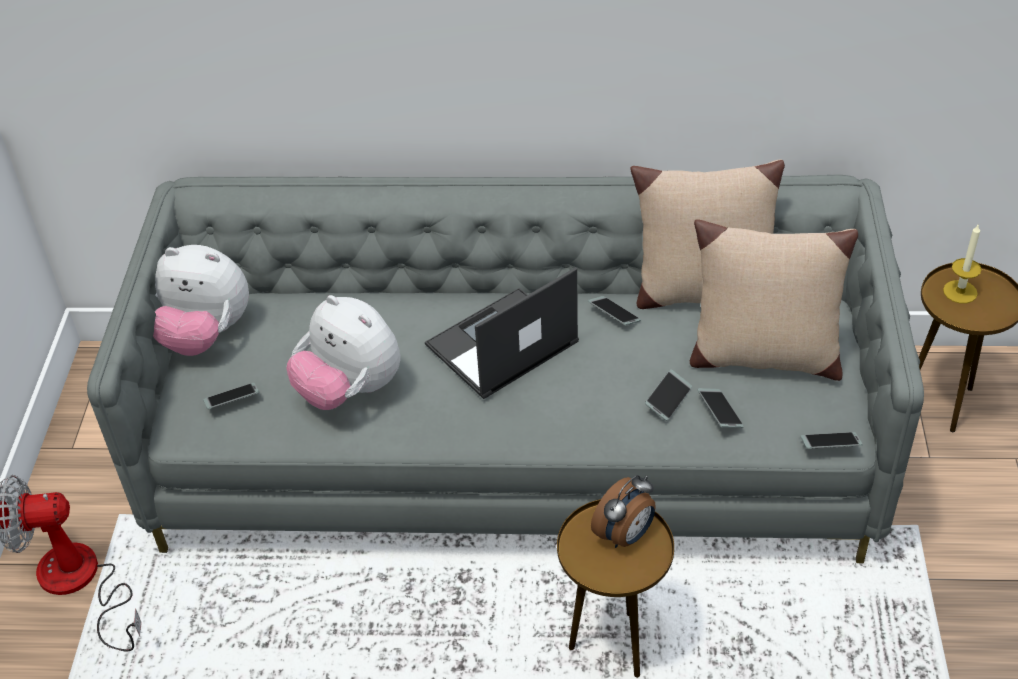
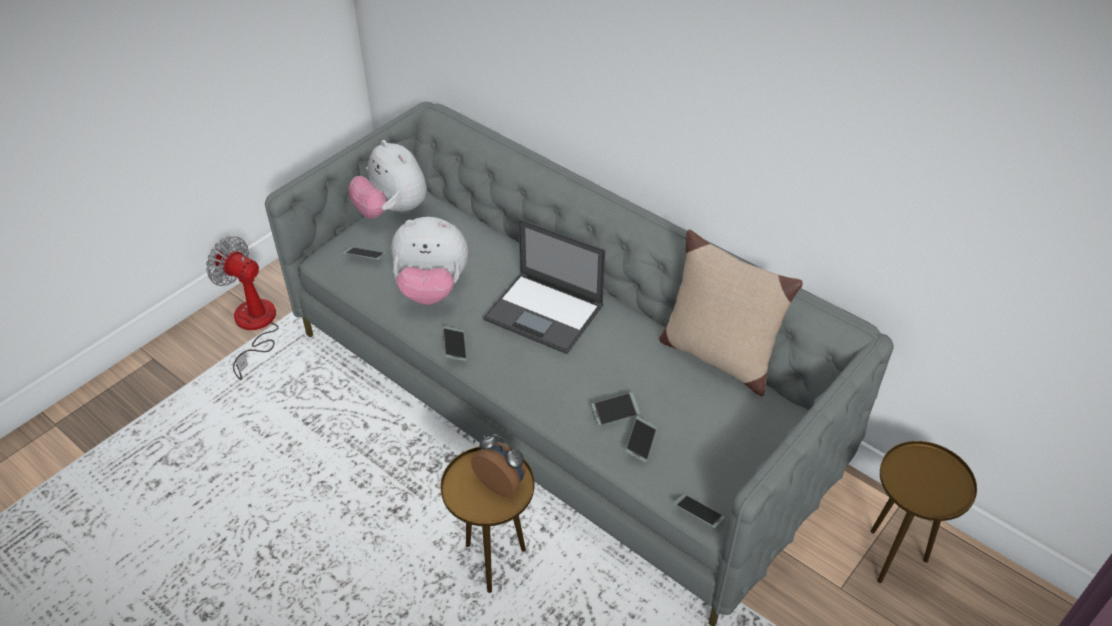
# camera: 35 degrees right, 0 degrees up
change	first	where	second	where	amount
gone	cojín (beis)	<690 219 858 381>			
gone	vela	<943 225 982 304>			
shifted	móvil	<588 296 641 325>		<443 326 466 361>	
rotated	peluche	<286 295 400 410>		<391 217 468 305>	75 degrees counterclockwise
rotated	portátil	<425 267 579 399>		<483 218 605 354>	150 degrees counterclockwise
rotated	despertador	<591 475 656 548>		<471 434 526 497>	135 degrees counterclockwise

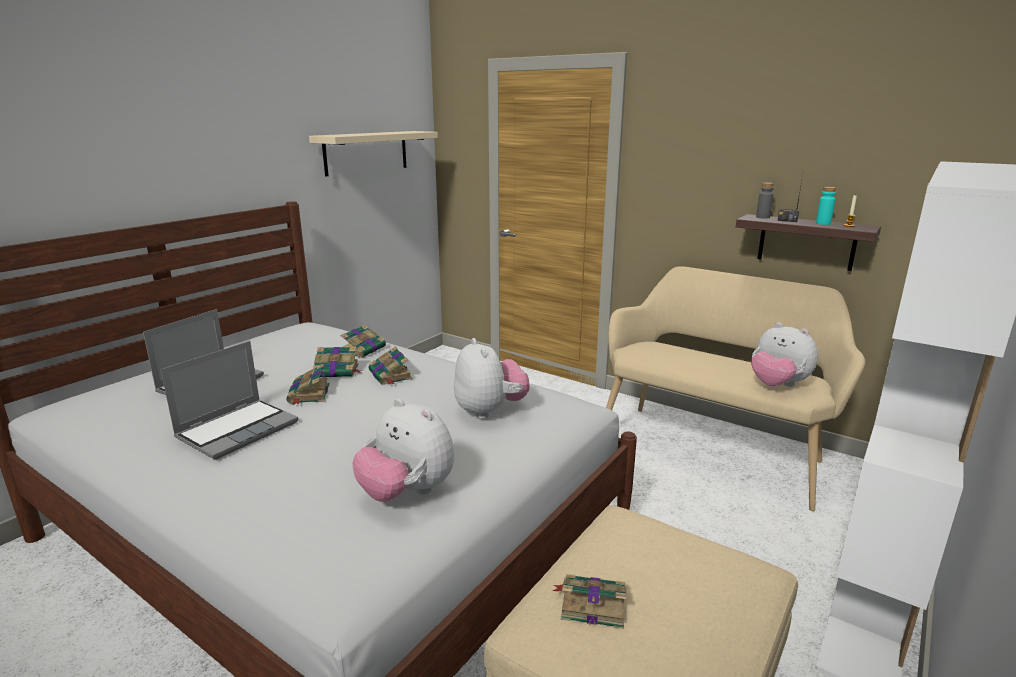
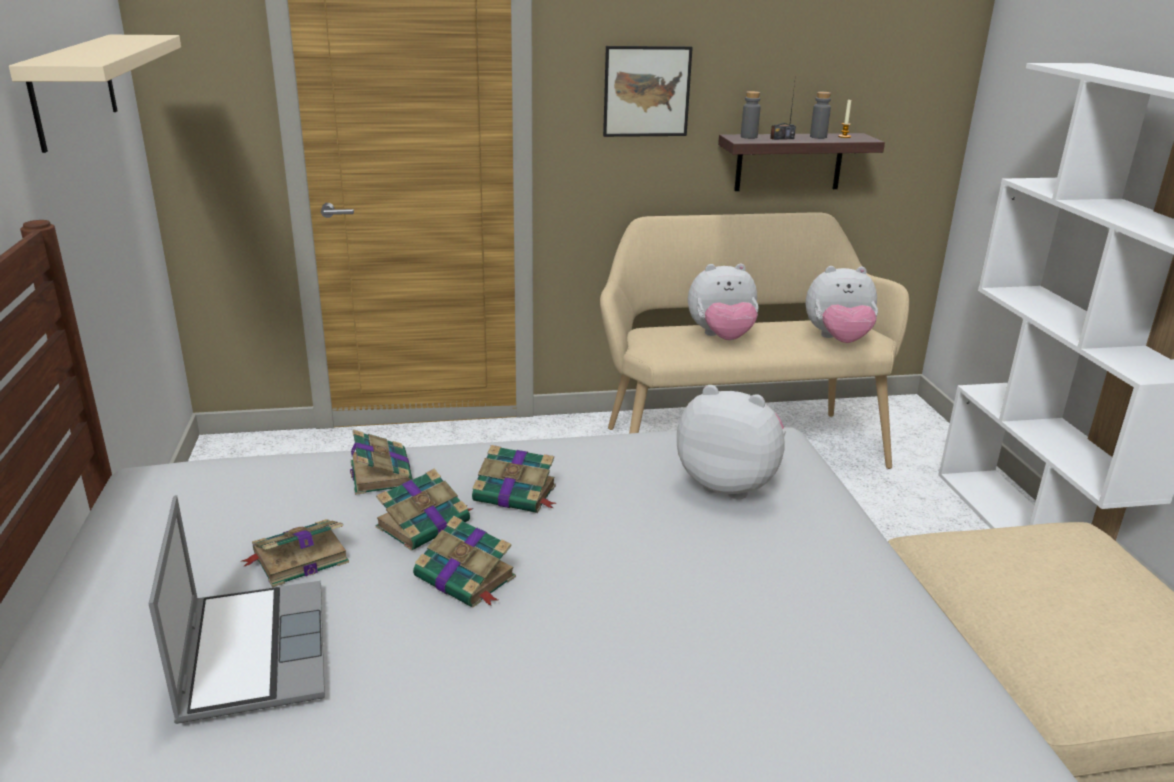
# camera: 45 degrees left, 5 degrees up
change	first	where	second	where	amount
gone	portátil	<160 341 298 460>			
new			cuadro	<603 46 693 137>	
shifted	peluche	<353 398 455 502>		<688 263 759 340>	
shifted	libro	<553 574 626 629>		<241 519 349 587>	
repainted	botella (turquesa)	<816 187 836 225>	botella (gris)	<810 92 831 139>	

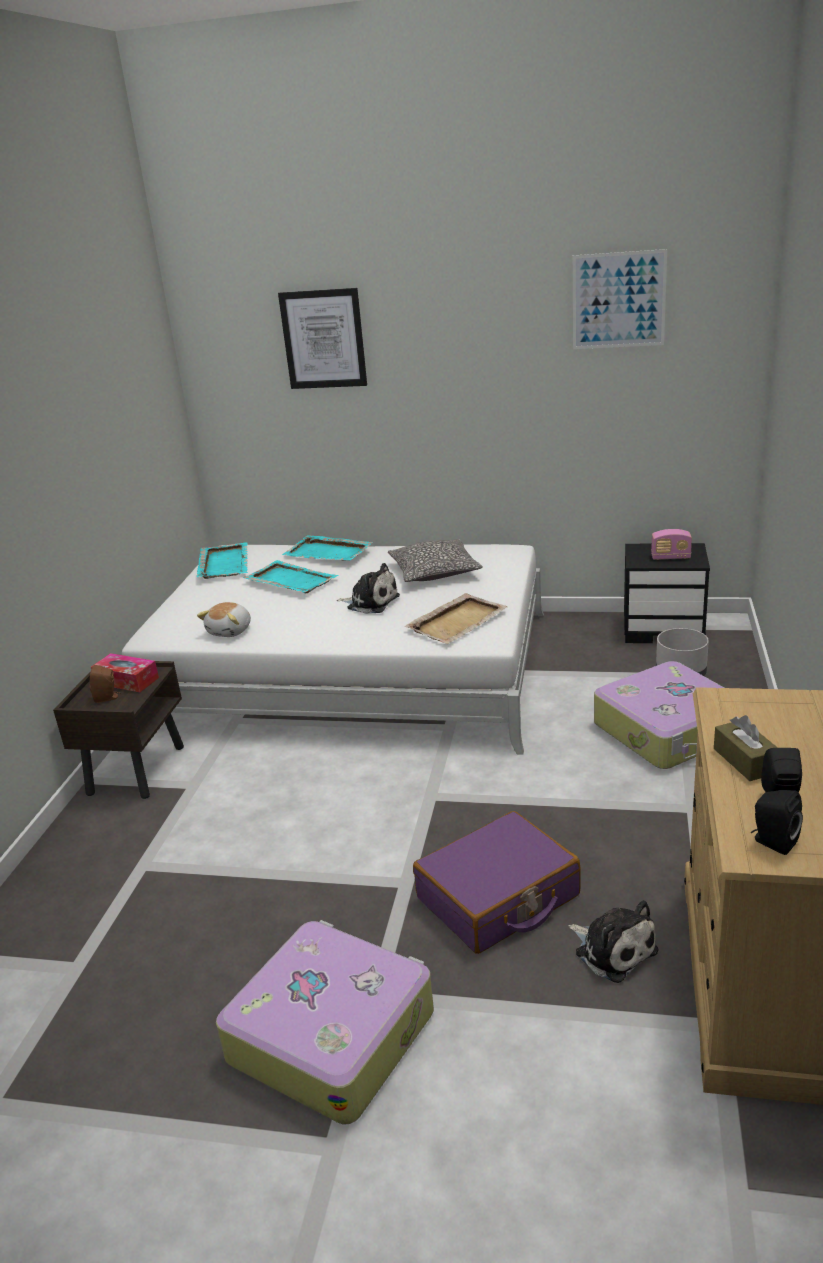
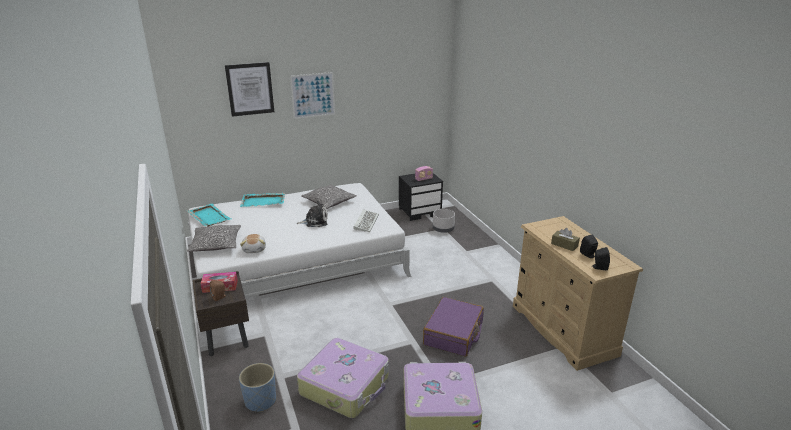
# camera: 35 degrees left, 0 degrees up
change	first	where	second	where	amount
gone	bandeja (turquesa)	<243 560 339 593>			
gone	peluche	<568 900 658 983>			
new			cojín	<187 225 241 252>	
new			maceta (azul)	<239 363 276 413>	
shifted	cuadro	<573 249 667 349>		<290 72 335 119>	
shifted	maleta	<594 661 724 769>		<297 338 389 418>	
swapped	bandeja (beis)	<405 593 508 644>	teclado	<353 209 379 232>	

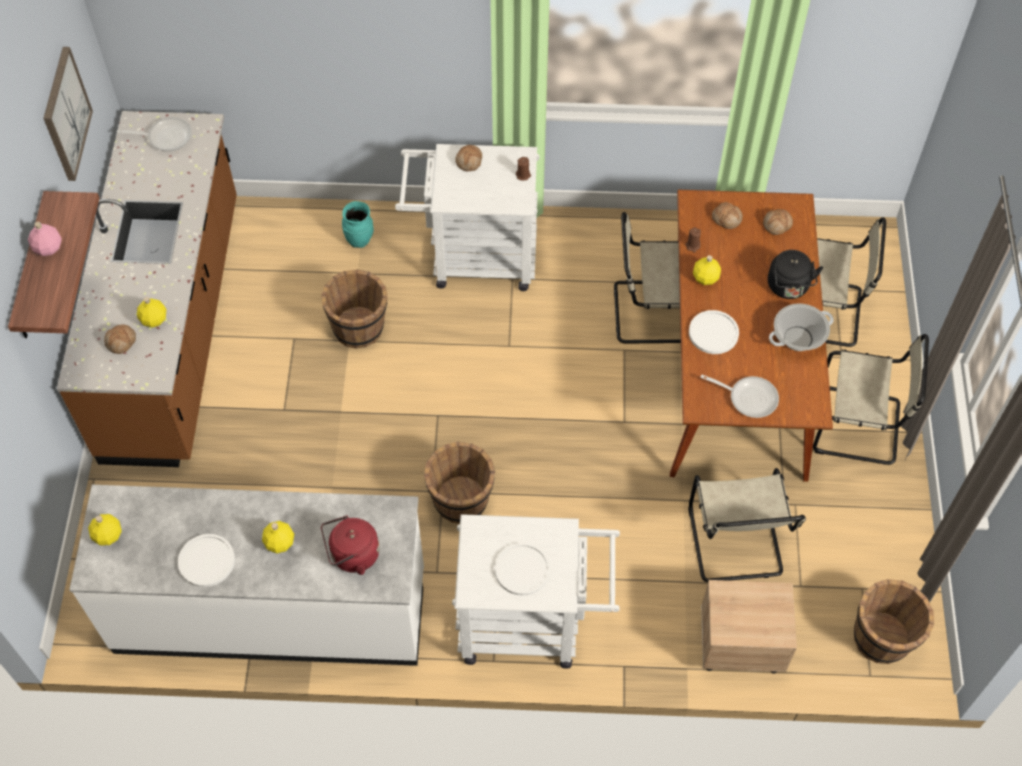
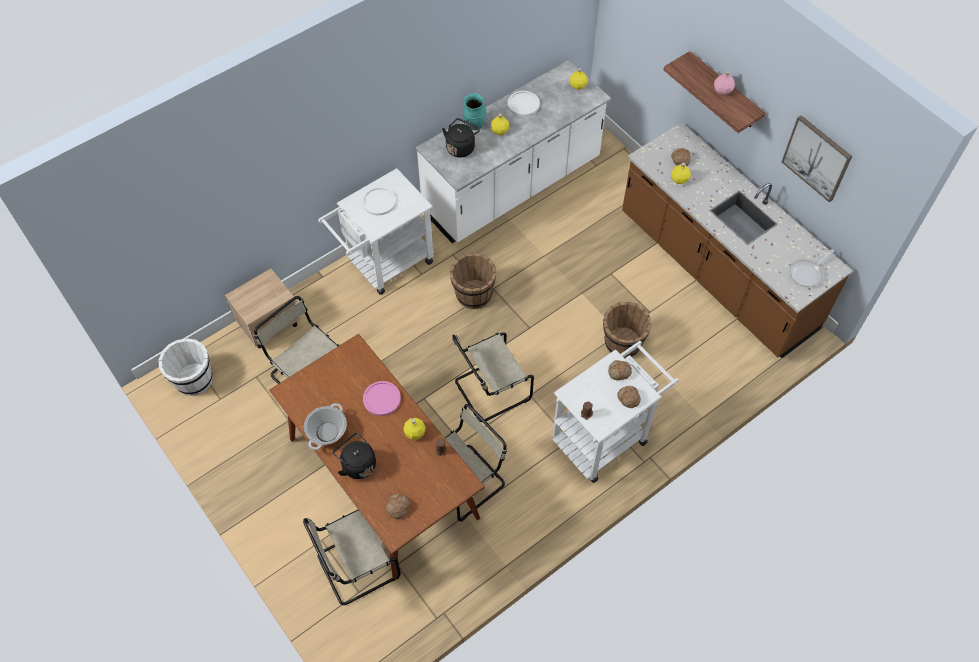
# camera: 140 degrees right, 0 degrees up
change	first	where	second	where	amount
gone	sartén	<700 375 779 418>			
shifted	florero (turquesa)	<342 201 374 248>		<463 93 486 130>	
shifted	pan	<712 202 743 229>		<608 360 632 380>	
shifted	silla (beis)	<813 334 929 465>		<452 332 534 422>	
repainted	hervidor (rojo)	<321 516 380 575>	hervidor (negro)	<442 118 480 157>	
repainted	plato (blanco)	<689 310 739 354>	plato (rosa)	<363 381 401 416>	
repainted	cubo (marrón)	<854 579 934 664>	cubo (blanco)	<159 338 213 396>	

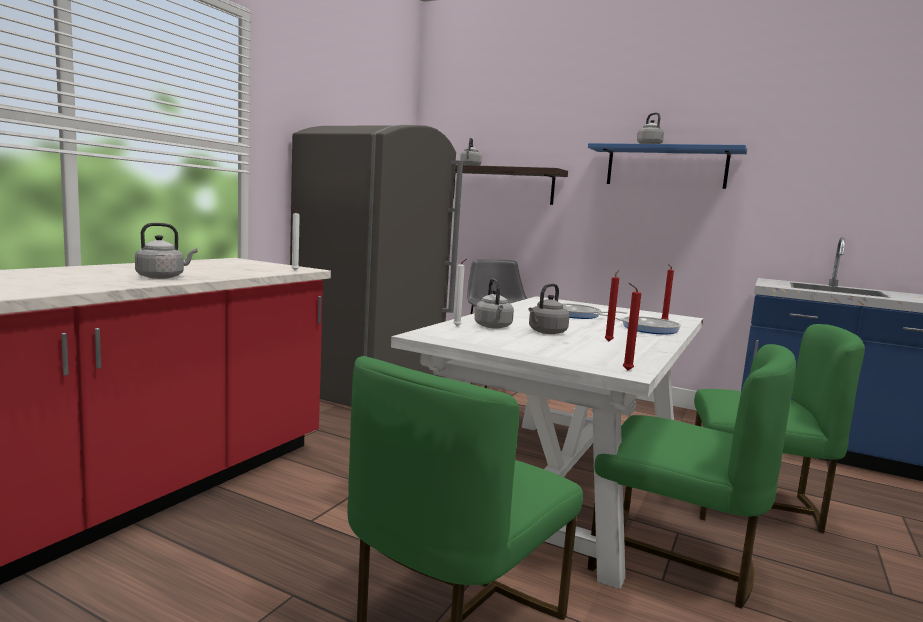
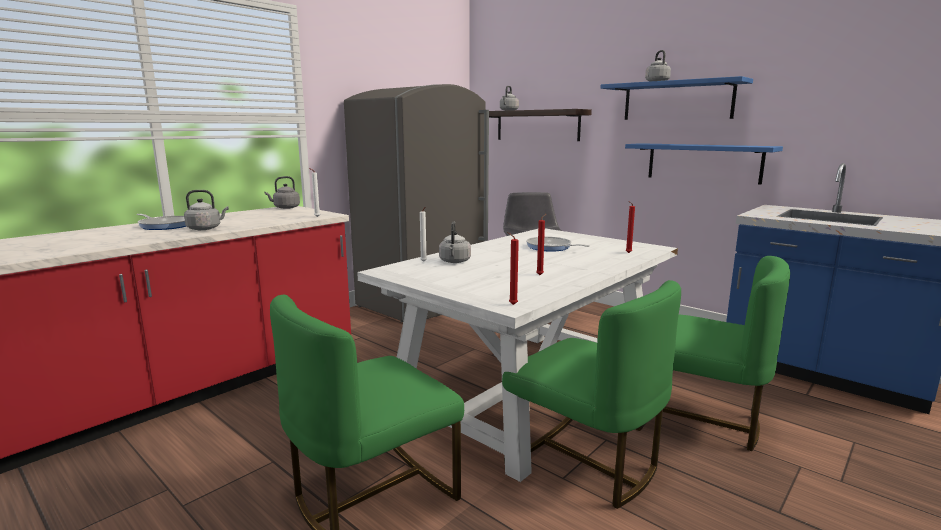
# camera: 15 degrees right, 5 degrees up
change	first	where	second	where	amount
new			estante (azul)	<625 143 783 185>	
shifted	hervidor (gris)	<528 283 570 334>		<264 176 300 209>	
shifted	sartén	<593 313 681 334>		<137 214 186 230>	

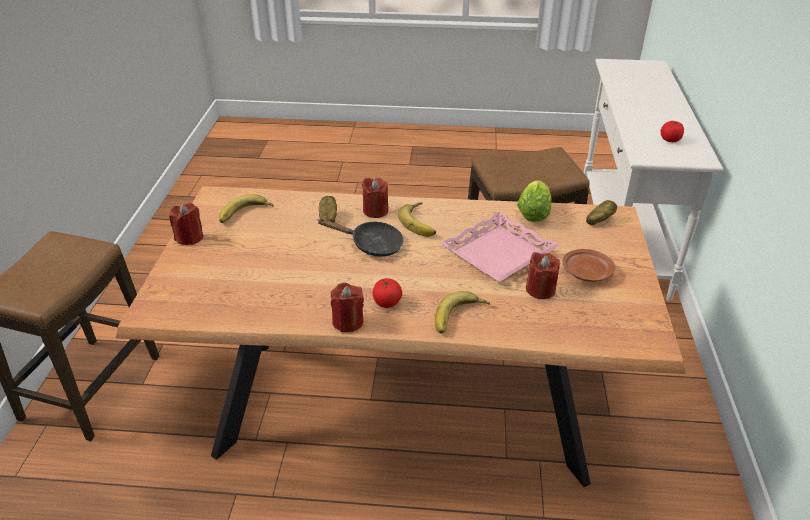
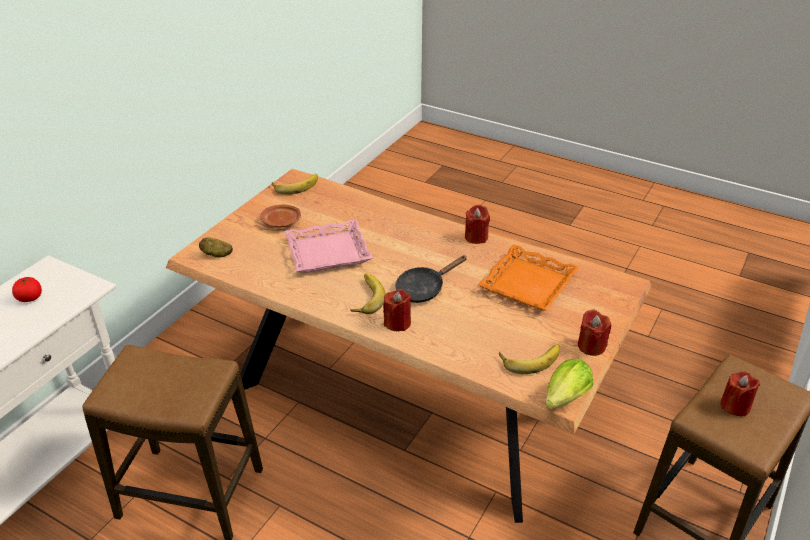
# camera: 155 degrees left, 0 degrees up
change	first	where	second	where	amount
gone	patata	<319 196 337 223>			
gone	tomate	<373 278 402 308>			
new			bandeja (naranja)	<478 244 579 311>	
shifted	plátano	<435 291 490 334>		<272 174 318 195>	
shifted	lechuga	<517 180 552 222>		<545 359 593 409>	
shifted	vela (rojo)	<526 252 560 299>		<721 371 760 416>	
rotated	sartén (negro)	<317 219 404 257>		<395 255 467 303>	75 degrees counterclockwise

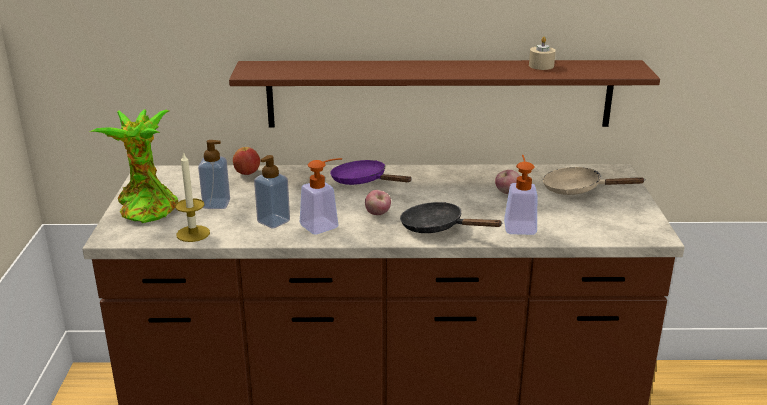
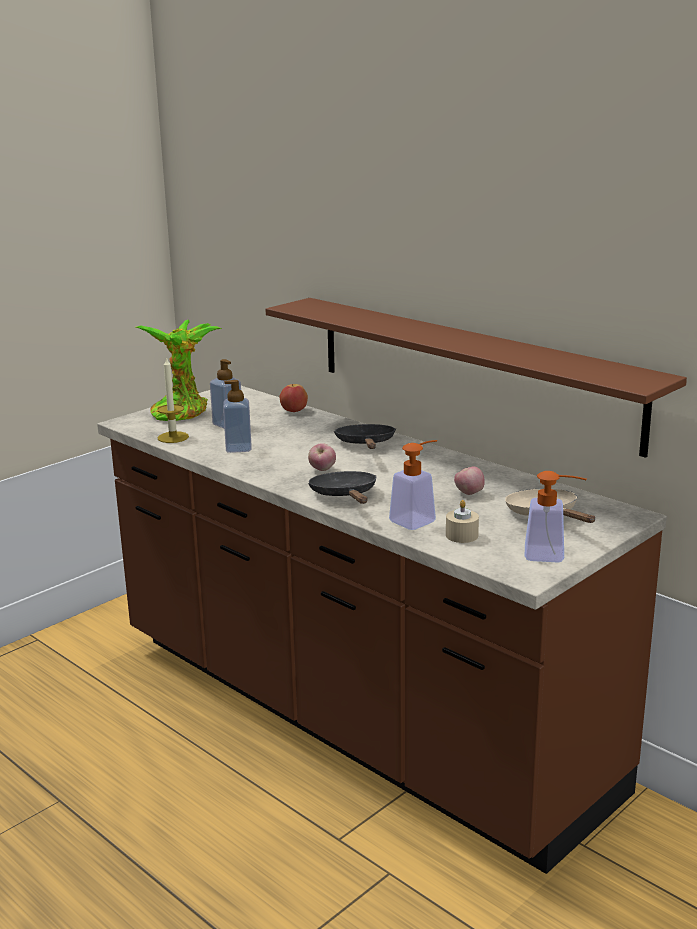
# camera: 45 degrees right, 5 degrees down
change	first	where	second	where	amount
shifted	dispensador de jabón	<300 158 342 234>		<525 471 587 563>	
shifted	vela (beis)	<529 37 556 70>		<446 500 479 543>	
repainted	sartén (morado)	<330 160 412 185>	sartén (negro)	<334 424 396 449>	

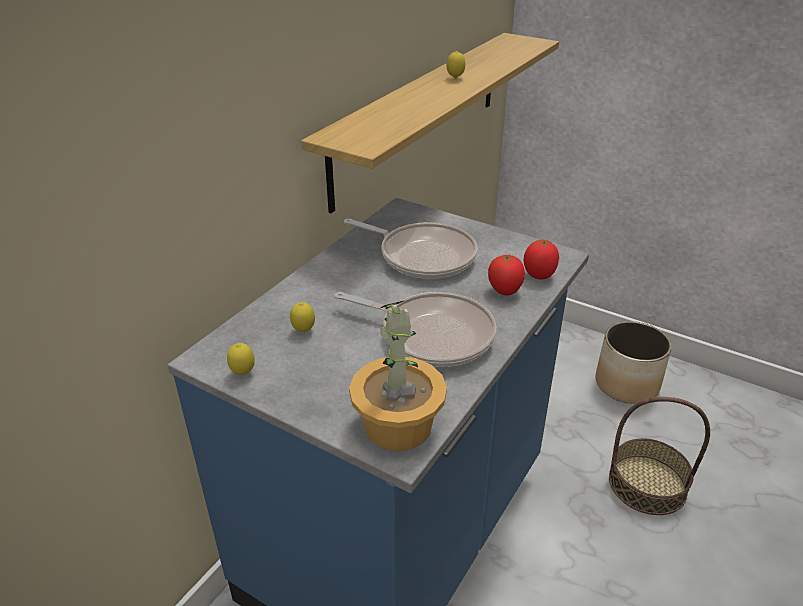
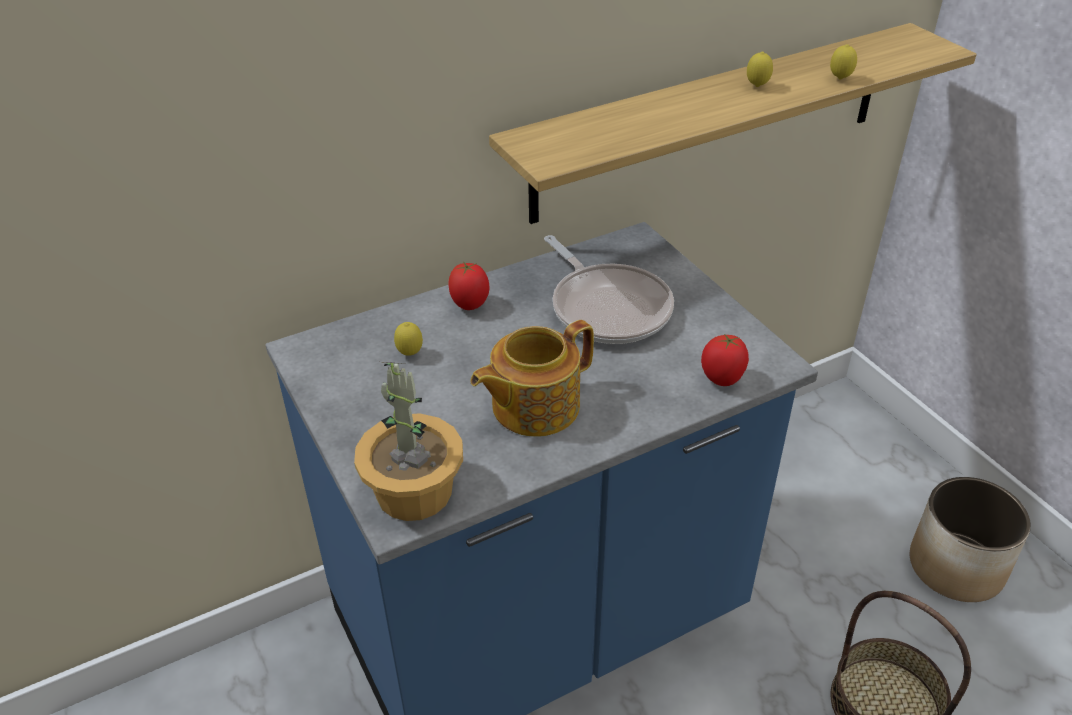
# camera: 30 degrees right, 5 degrees up
change	first	where	second	where	amount
shifted	limón	<227 343 255 375>		<830 44 857 80>	
shifted	tomate	<488 254 525 296>		<449 263 489 310>	
swapped	sartén	<335 292 496 367>	tetera	<470 320 594 437>	

